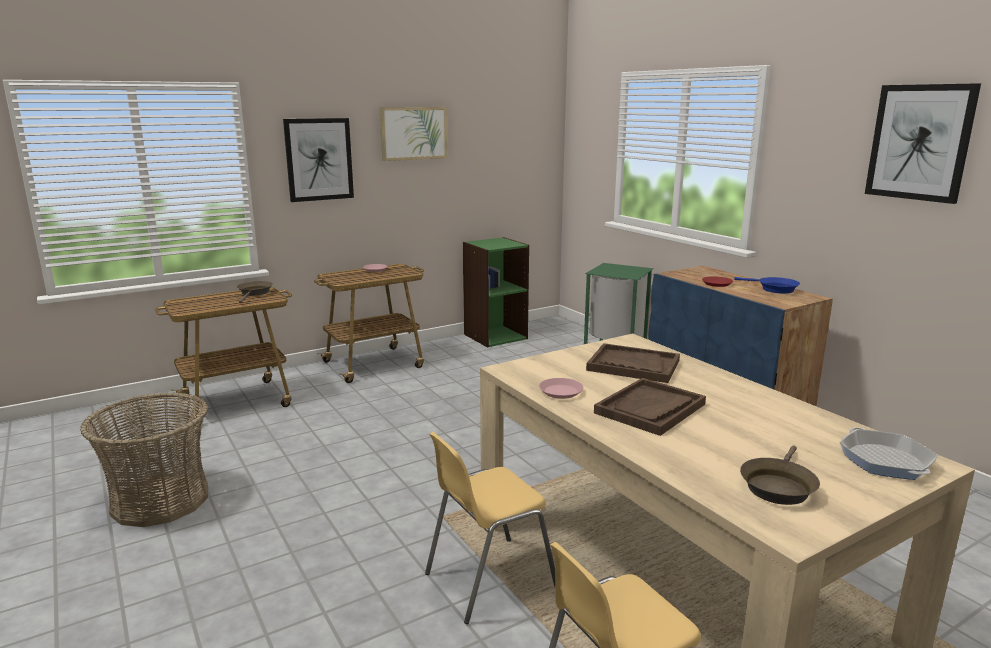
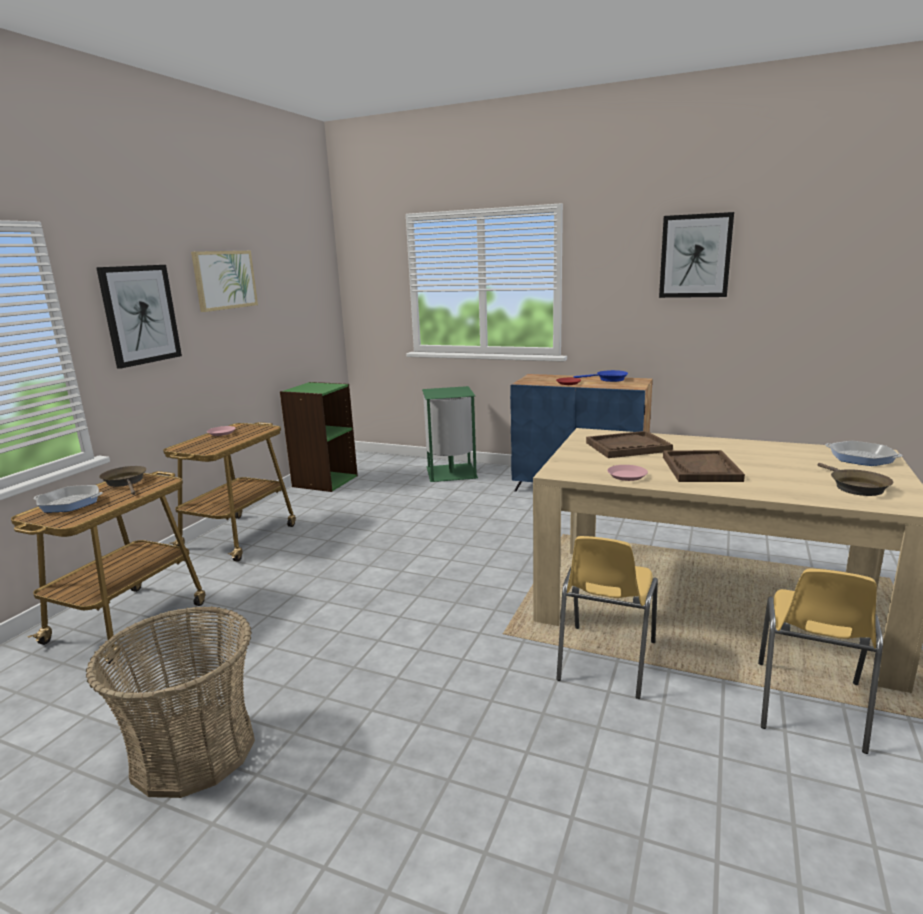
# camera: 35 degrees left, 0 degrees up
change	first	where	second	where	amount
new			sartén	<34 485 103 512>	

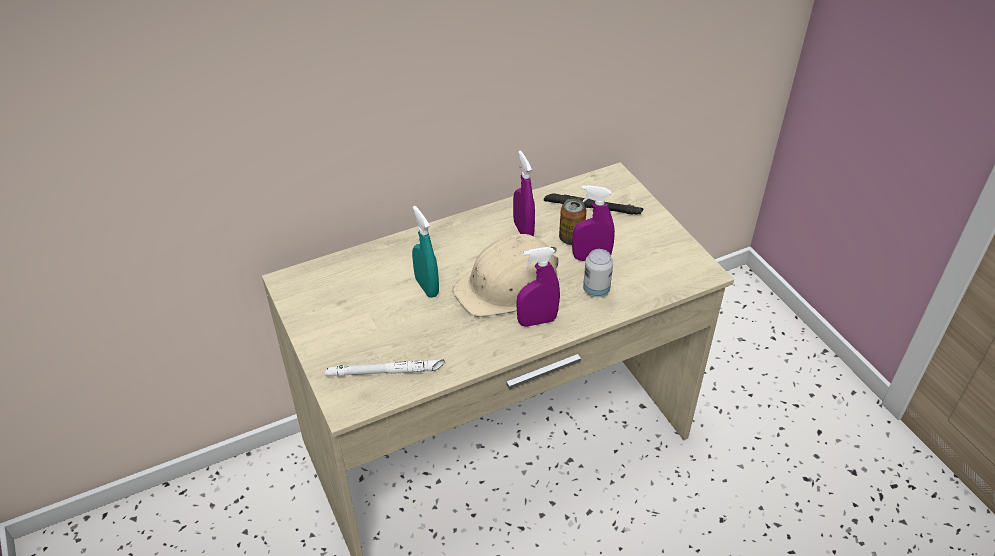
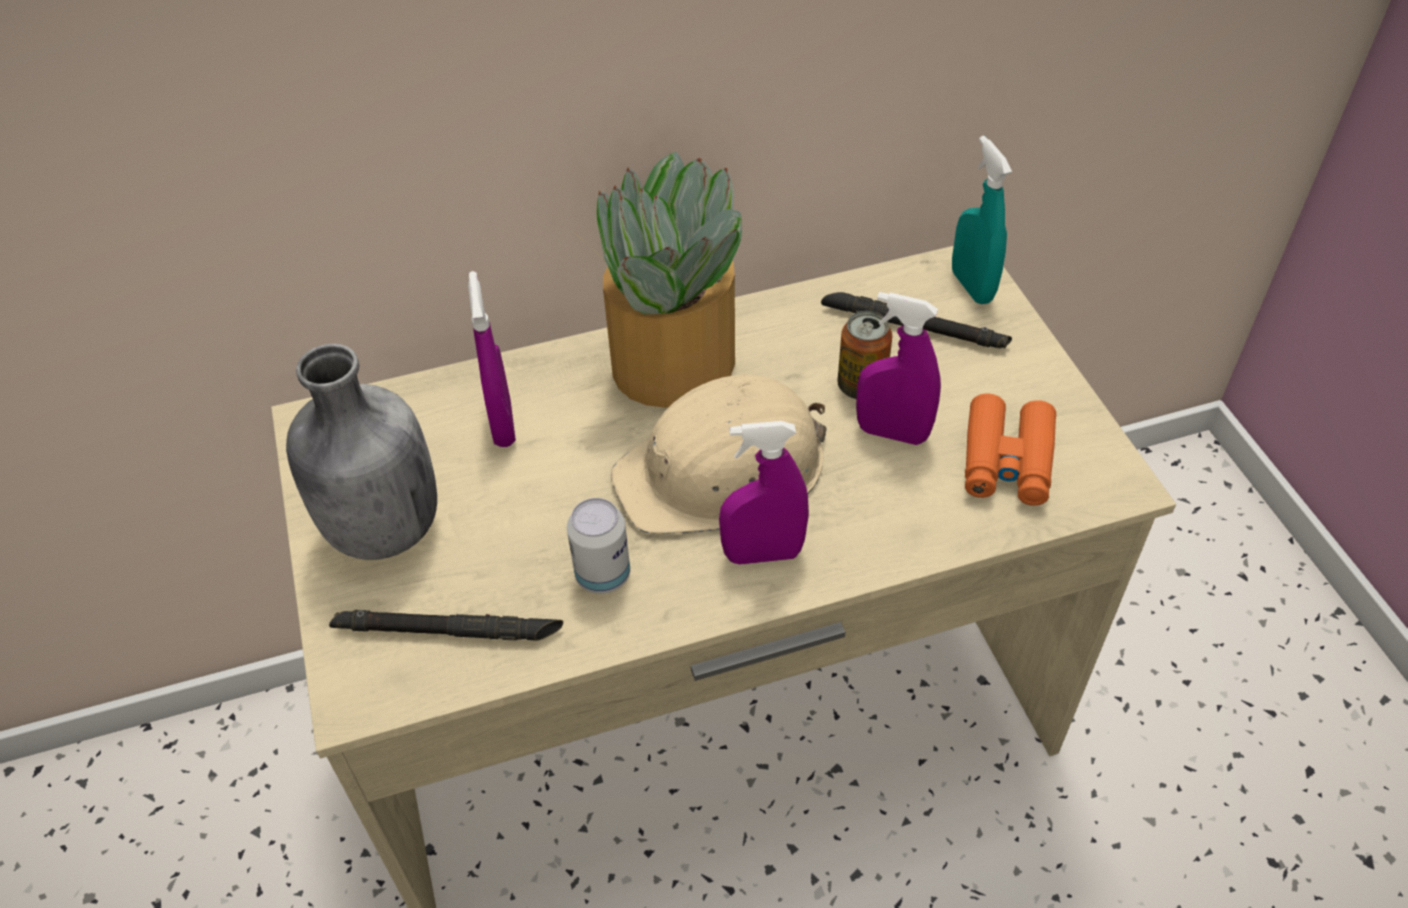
# camera: 10 degrees right, 5 degrees up
change	first	where	second	where	amount
new			botella (gris)	<286 344 437 560>	
new			planta en maceta	<584 152 742 408>	
new			prismáticos (naranja)	<965 394 1056 506>	
shifted	pulverizador (turquesa)	<412 206 439 298>		<952 136 1012 304>	
shifted	pulverizador (morado)	<513 151 535 236>		<468 271 516 447>	
shifted	lata	<583 249 613 297>		<567 498 630 594>	
repainted	linterna (blanco)	<325 360 444 376>	linterna (negro)	<329 610 563 641>	

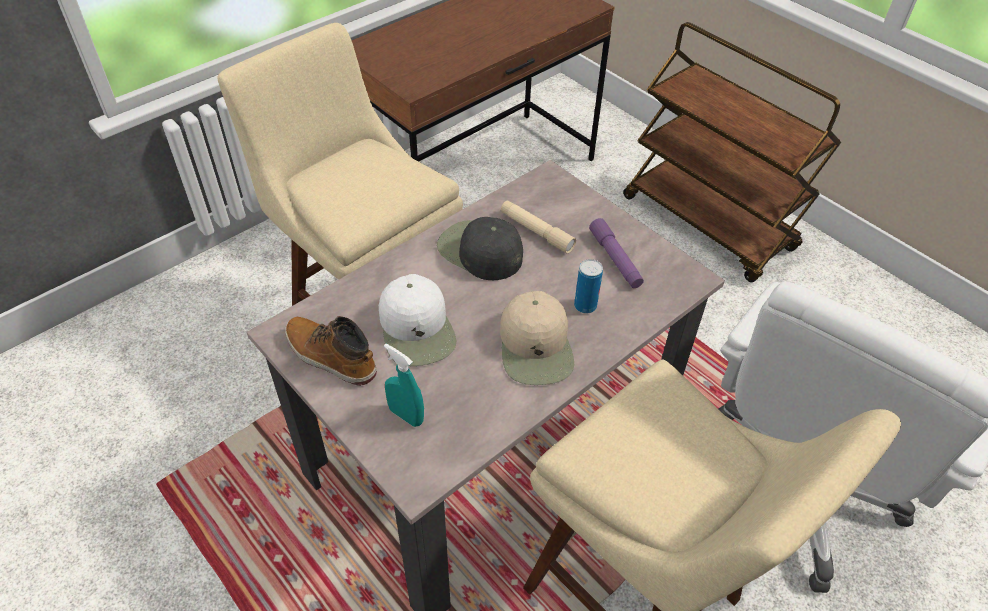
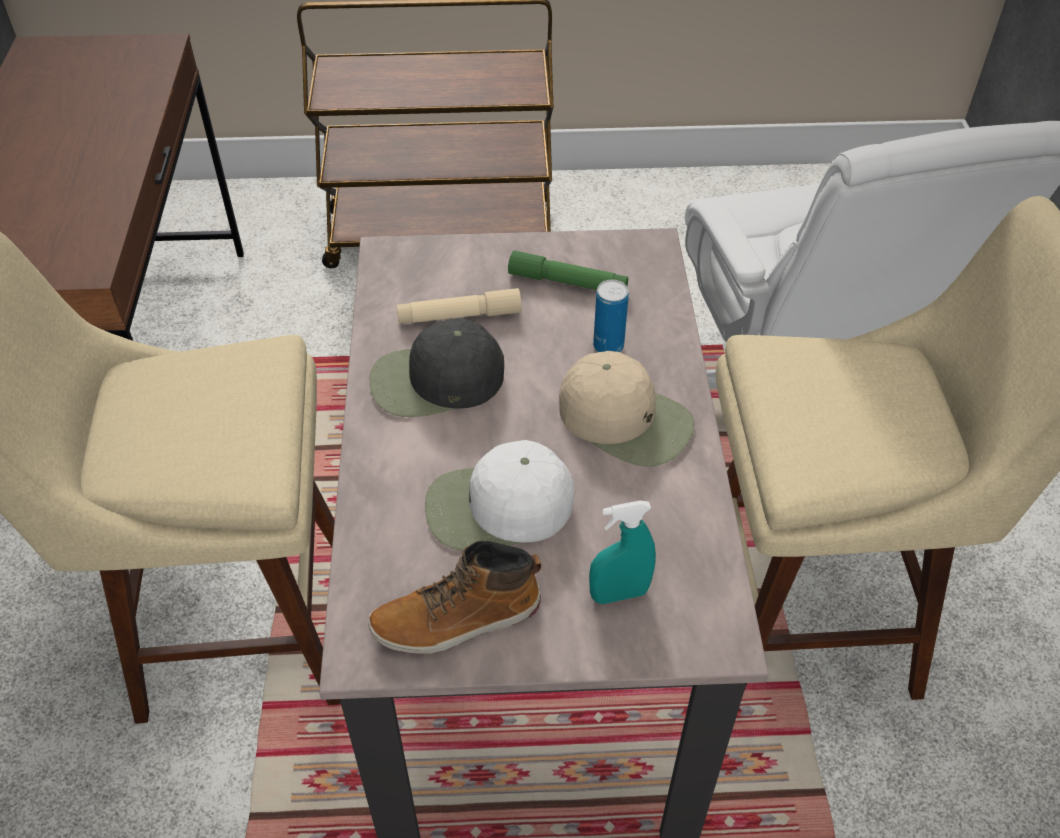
# camera: 50 degrees left, 0 degrees up
change	first	where	second	where	amount
repainted	linterna (morado)	<589 218 644 288>	linterna (verde)	<508 251 628 290>	
rotated	gorra (blanco)	<379 274 456 366>		<425 440 574 551>	150 degrees clockwise

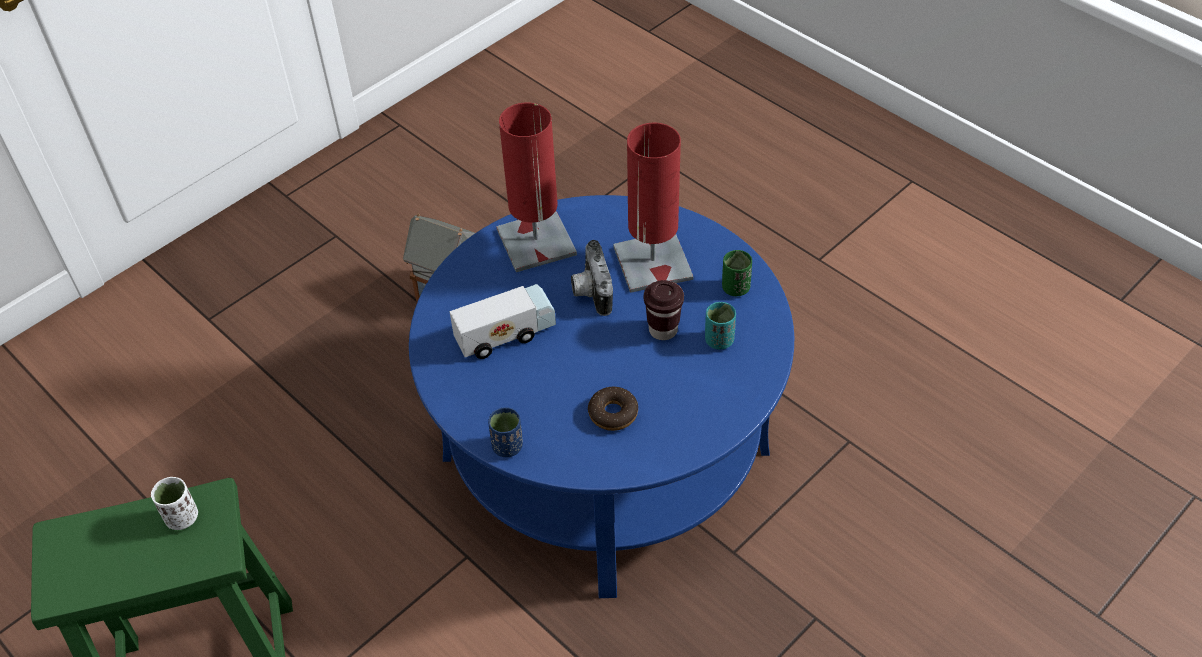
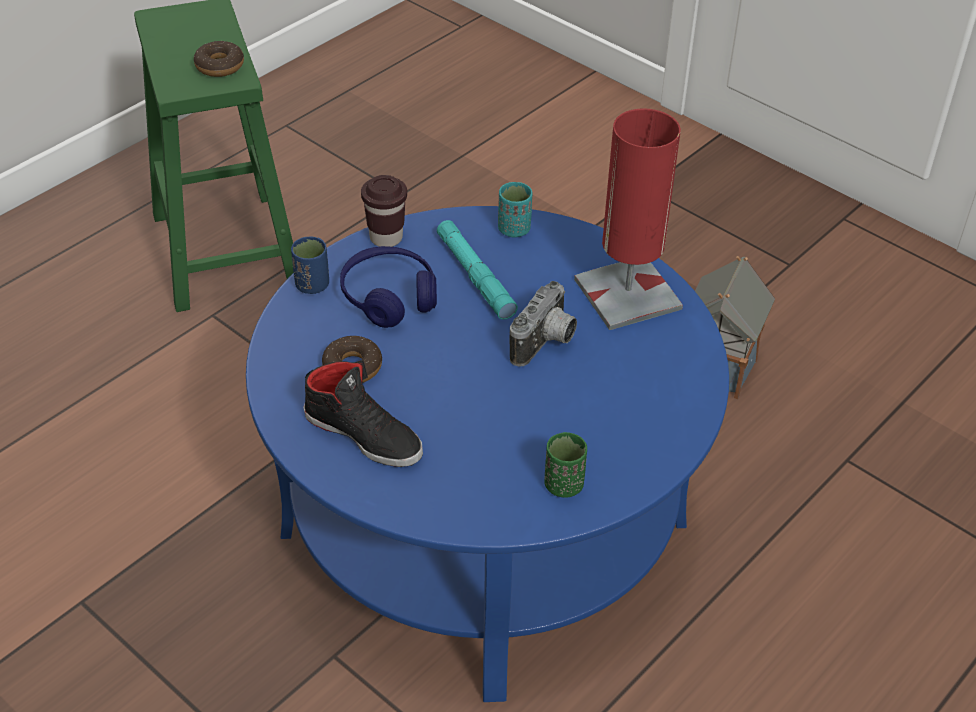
# camera: 85 degrees right, 5 degrees down
change	first	where	second	where	amount
gone	lámpara de mesa (rojo)	<613 123 693 293>			
new			zapato (negro)	<303 360 423 467>	
new			auriculares (azul)	<340 246 437 328>	
shifted	taza (marrón)	<644 280 684 340>		<361 175 407 247>	
shifted	taza (turquesa)	<705 302 736 350>		<498 182 532 238>	
swapped	taza (blanco)	<151 477 198 530>	rosquilla	<194 41 244 77>	
swapped	camión de juguete	<449 284 556 359>	linterna (turquesa)	<437 220 518 320>	
rotated	cámara	<571 240 613 316>		<510 281 577 366>	135 degrees clockwise

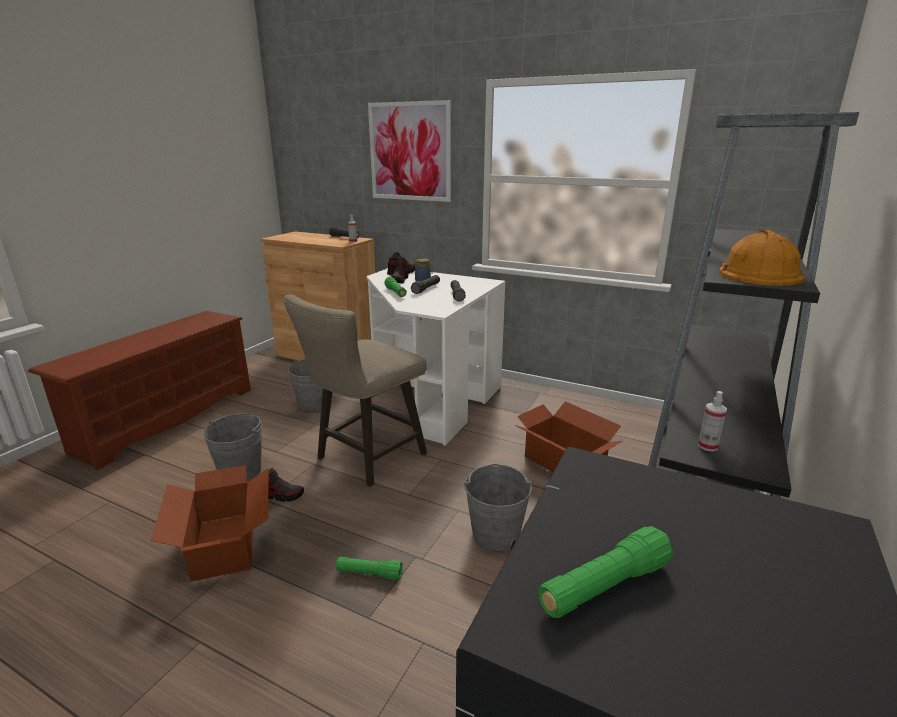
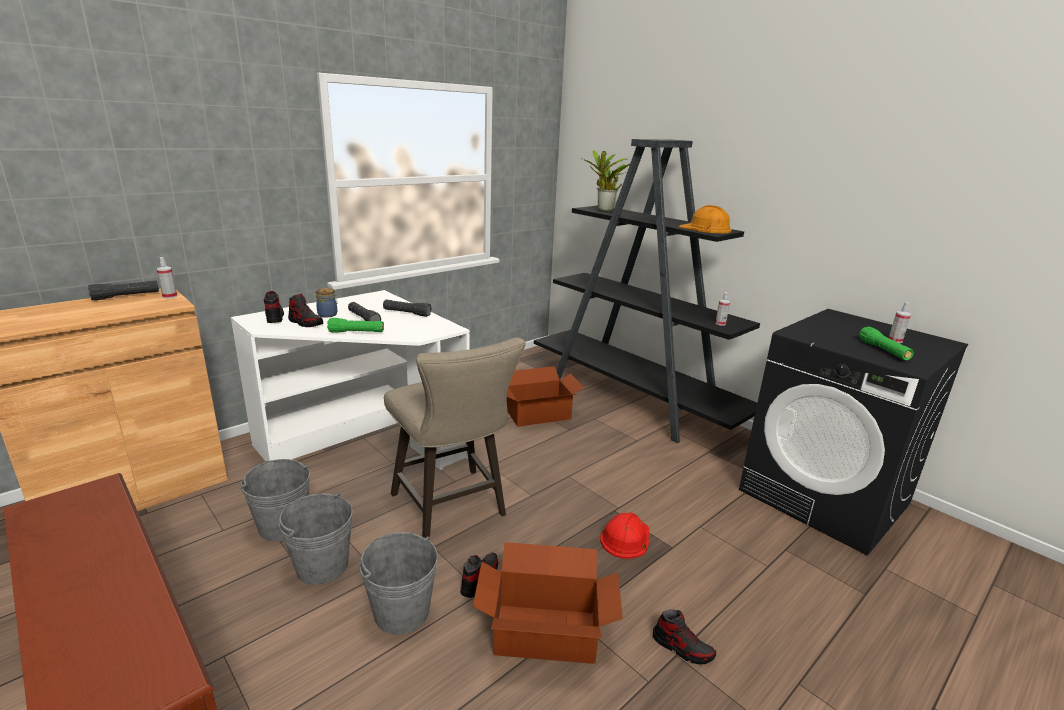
# camera: 70 degrees left, 0 degrees up
change	first	where	second	where	amount
gone	cuadro	<368 100 451 202>			
new			planta en maceta	<581 150 630 211>	
new			zapato	<653 609 716 664>	
new			pulverizador	<889 302 911 343>	
shifted	cubo (gris)	<464 464 532 551>		<278 492 353 585>	
swapped	linterna (verde)	<336 557 403 580>	casco (rojo)	<600 512 649 559>	

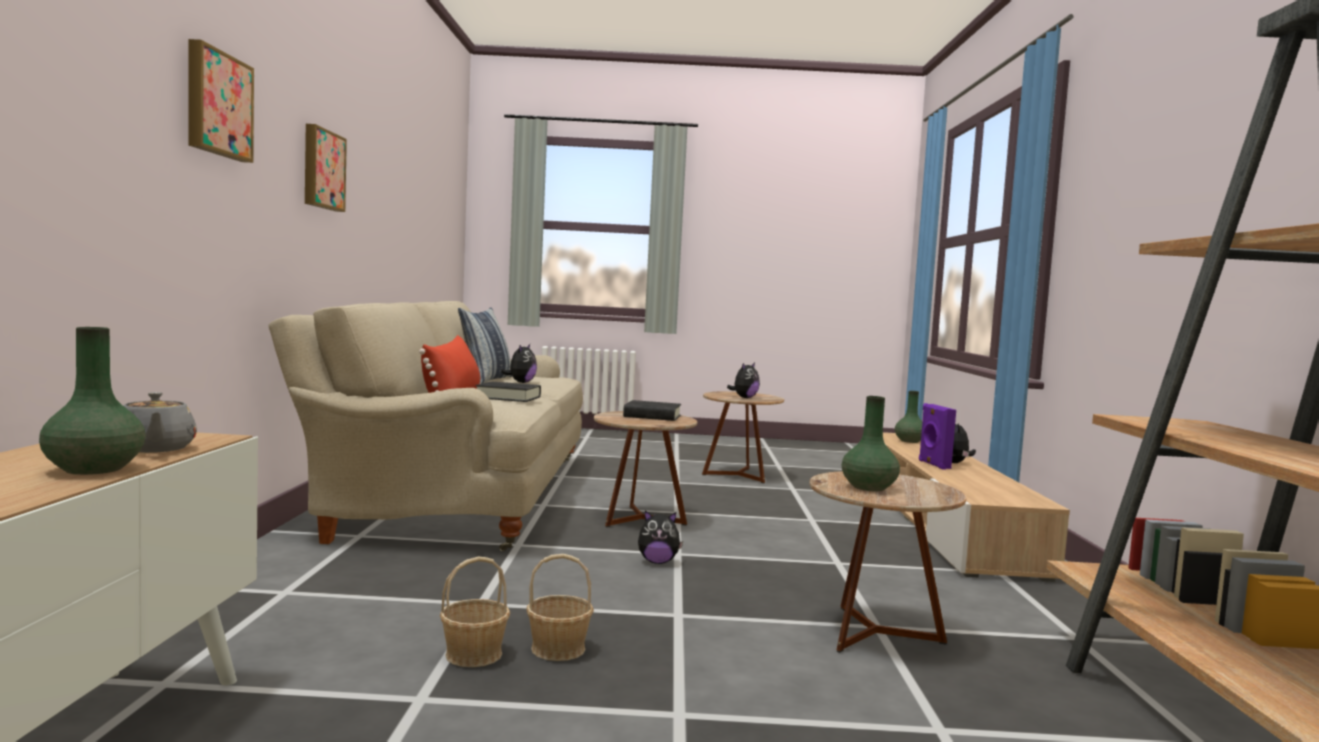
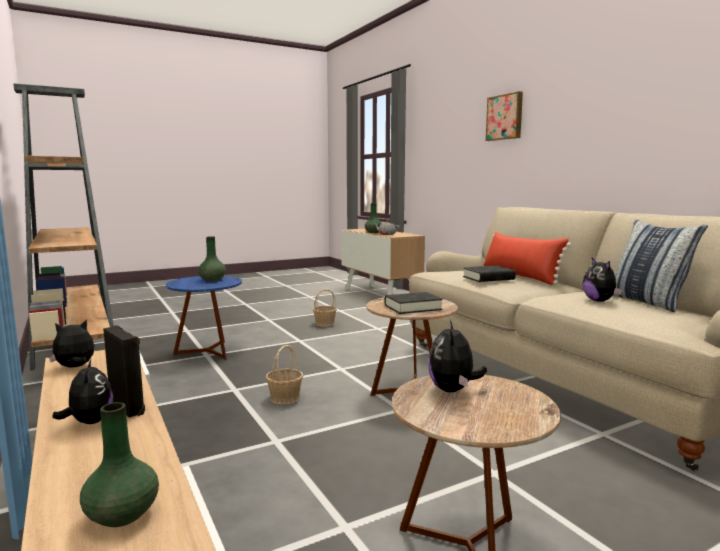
# camera: 150 degrees right, 5 degrees up
change	first	where	second	where	amount
gone	cuadro	<305 124 347 212>			
shifted	cesta	<440 557 510 667>		<266 345 303 405>	
shifted	peluche	<638 510 683 564>		<49 319 95 367>	
repainted	mesa auxiliar (marrón)	<809 471 966 653>	mesa auxiliar (azul)	<165 276 242 360>	
repainted	altavoz (morado)	<919 403 956 469>	altavoz (negro)	<103 325 145 418>	

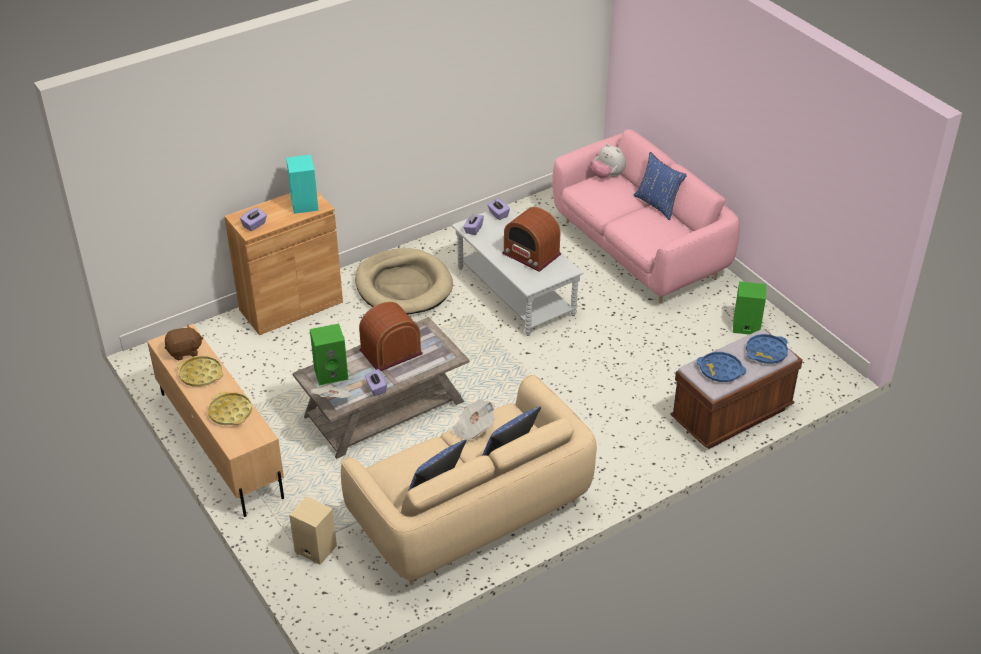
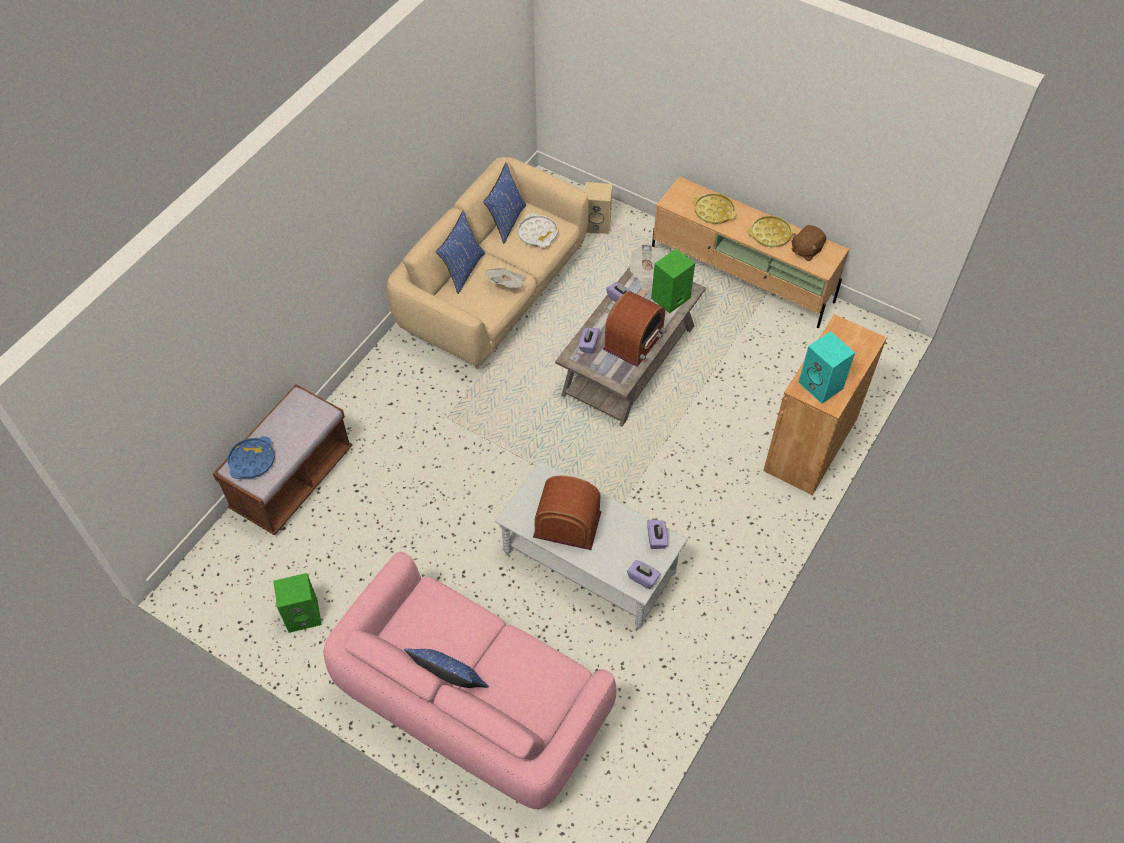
# camera: 155 degrees right, 15 degrees up
change	first	where	second	where	amount
gone	cama para perro (beis)	<355 248 453 315>			
gone	peluche	<592 144 626 179>			
gone	bandeja (azul)	<696 352 746 382>			
new			bandeja (blanco)	<518 213 558 248>	
shifted	caja de pañuelos (morado)	<240 207 267 231>		<578 328 600 354>	

